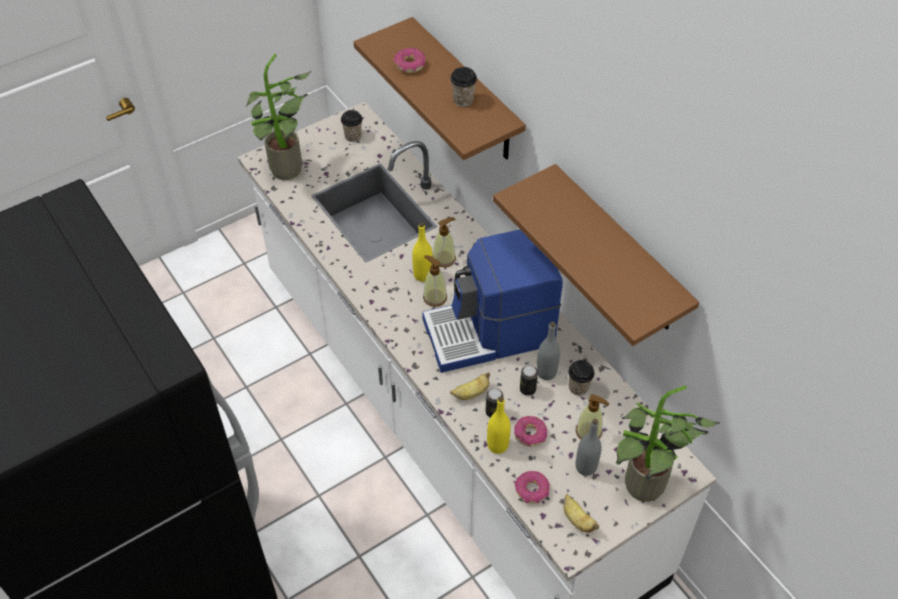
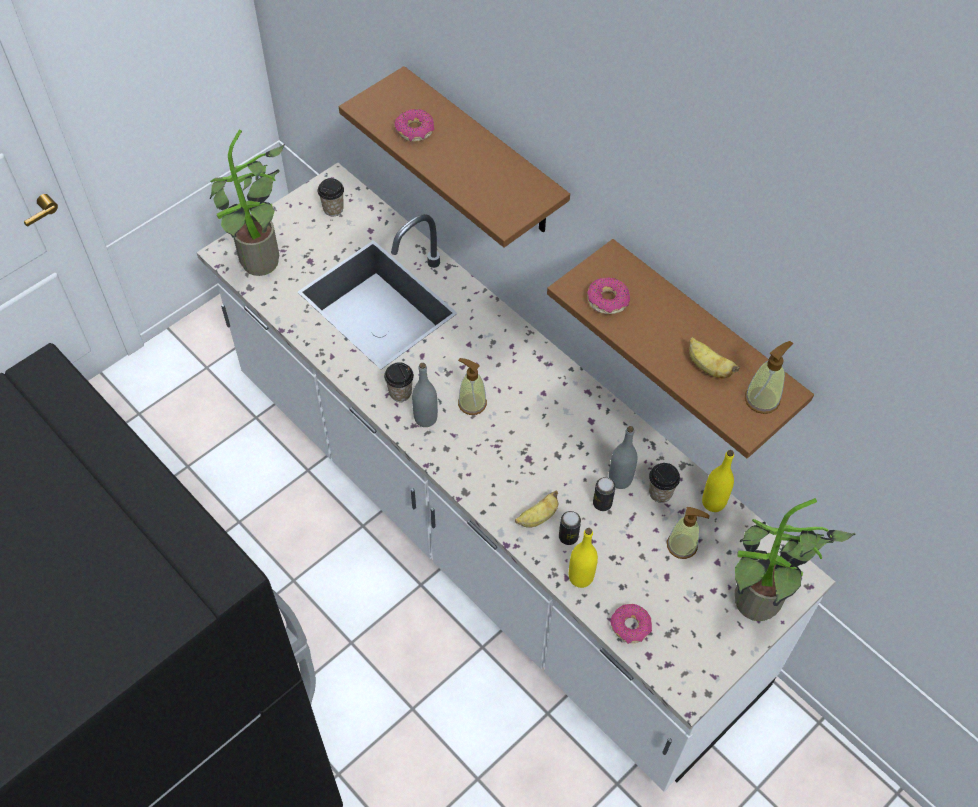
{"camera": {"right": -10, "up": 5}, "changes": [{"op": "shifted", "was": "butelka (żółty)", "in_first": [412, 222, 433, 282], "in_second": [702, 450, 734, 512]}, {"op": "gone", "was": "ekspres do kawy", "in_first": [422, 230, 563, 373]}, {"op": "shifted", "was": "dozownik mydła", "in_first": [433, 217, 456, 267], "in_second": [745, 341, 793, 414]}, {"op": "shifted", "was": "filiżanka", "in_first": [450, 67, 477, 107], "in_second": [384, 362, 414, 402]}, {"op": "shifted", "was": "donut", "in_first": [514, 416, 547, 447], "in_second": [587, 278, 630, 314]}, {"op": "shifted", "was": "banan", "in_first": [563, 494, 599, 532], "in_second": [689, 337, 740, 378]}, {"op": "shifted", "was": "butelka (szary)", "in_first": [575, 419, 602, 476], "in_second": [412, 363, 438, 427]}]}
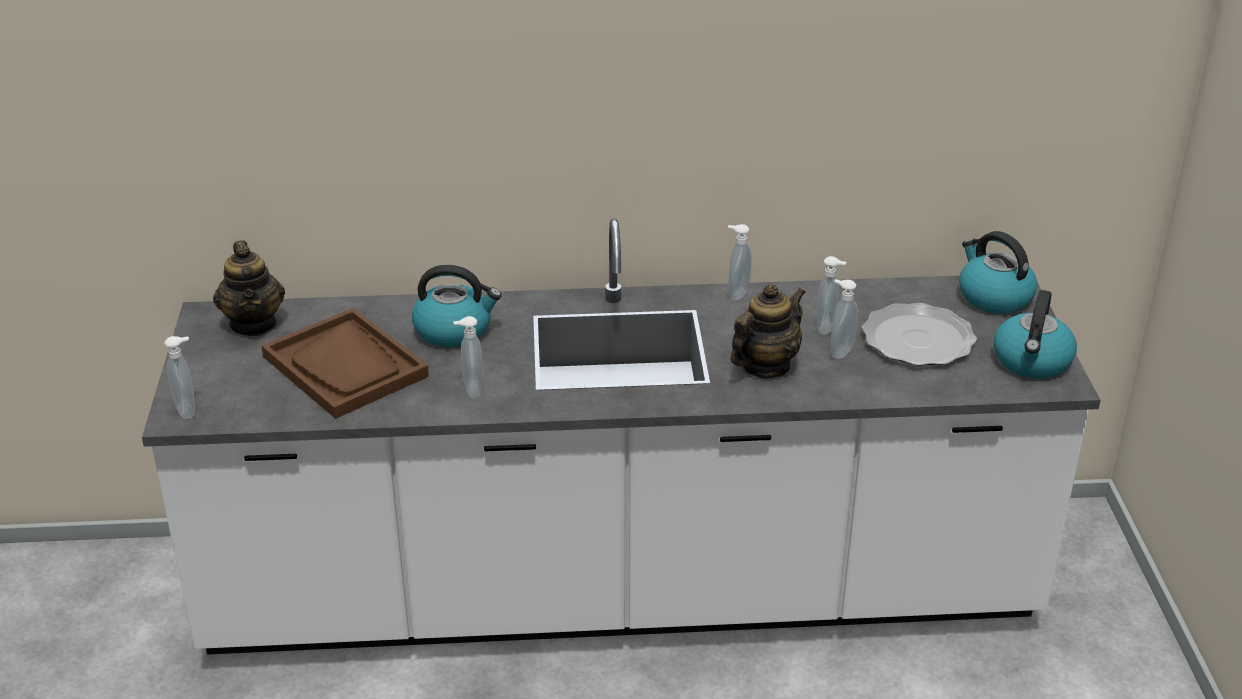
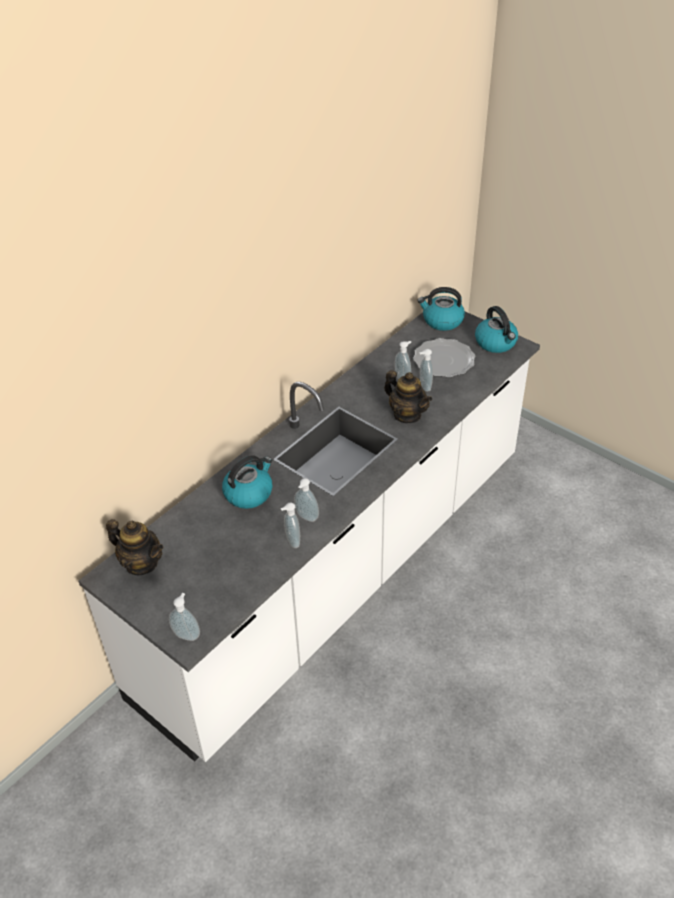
{"camera": {"right": -45, "up": 10}, "changes": [{"op": "gone", "was": "taca (brązowy)", "in_first": [262, 308, 429, 419]}, {"op": "shifted", "was": "dozownik mydła", "in_first": [728, 224, 752, 301], "in_second": [280, 502, 300, 548]}, {"op": "rotated", "was": "imbryk", "in_first": [730, 284, 806, 378], "in_second": [384, 370, 432, 423], "clockwise": 135}]}
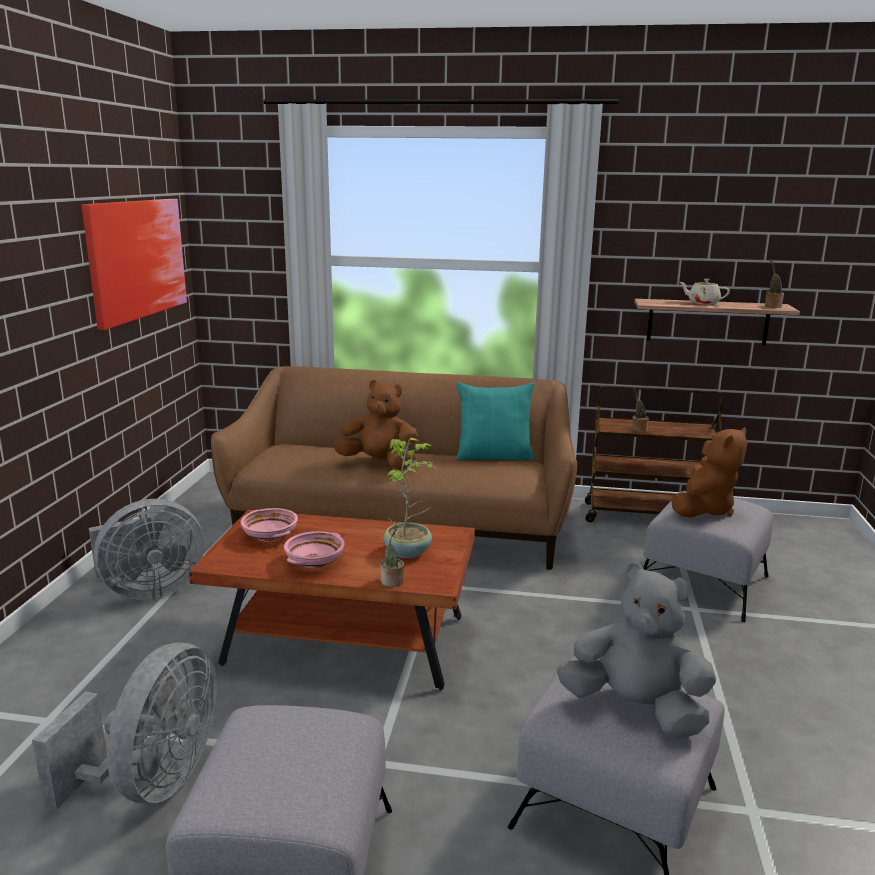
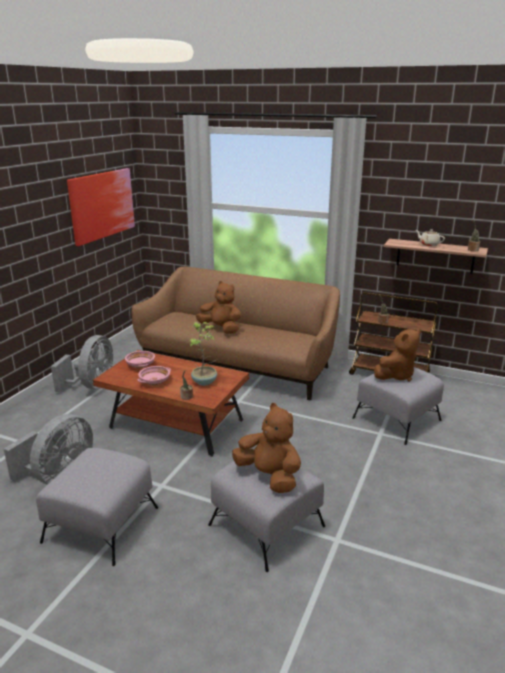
{"camera": {"right": 15, "up": 5}, "changes": [{"op": "rotated", "was": "wentylator (szary)", "in_first": [89, 499, 204, 600], "in_second": [51, 335, 113, 392], "clockwise": -60}, {"op": "gone", "was": "poduszka (turkusowy)", "in_first": [456, 382, 535, 461]}, {"op": "repainted", "was": "pluszak (szary)", "now": "pluszak (brązowy)", "in_first": [556, 563, 717, 739], "in_second": [232, 403, 301, 493]}]}
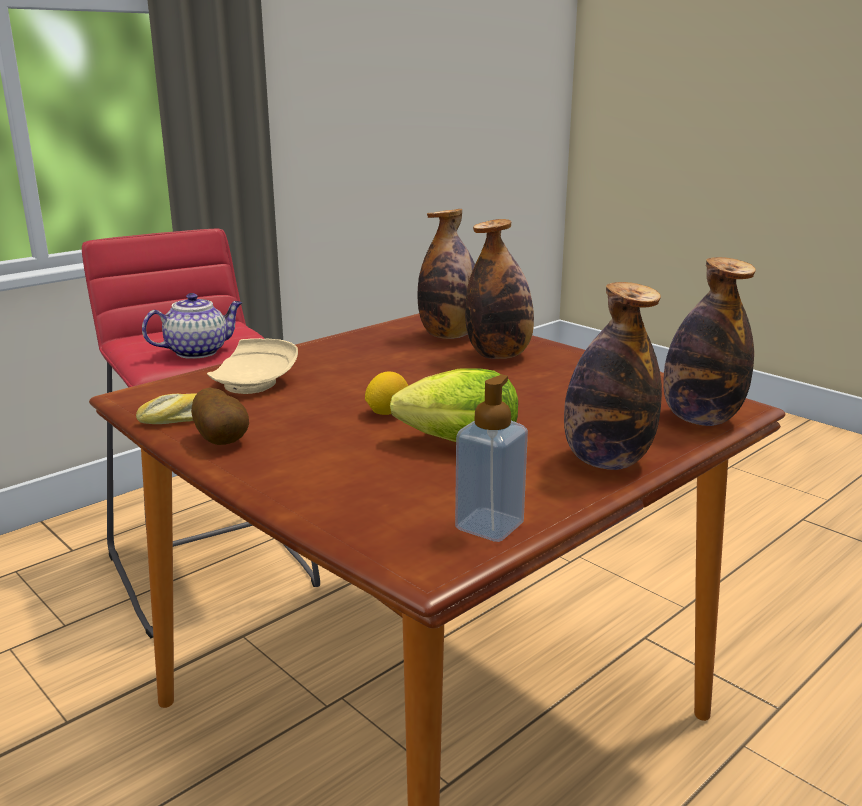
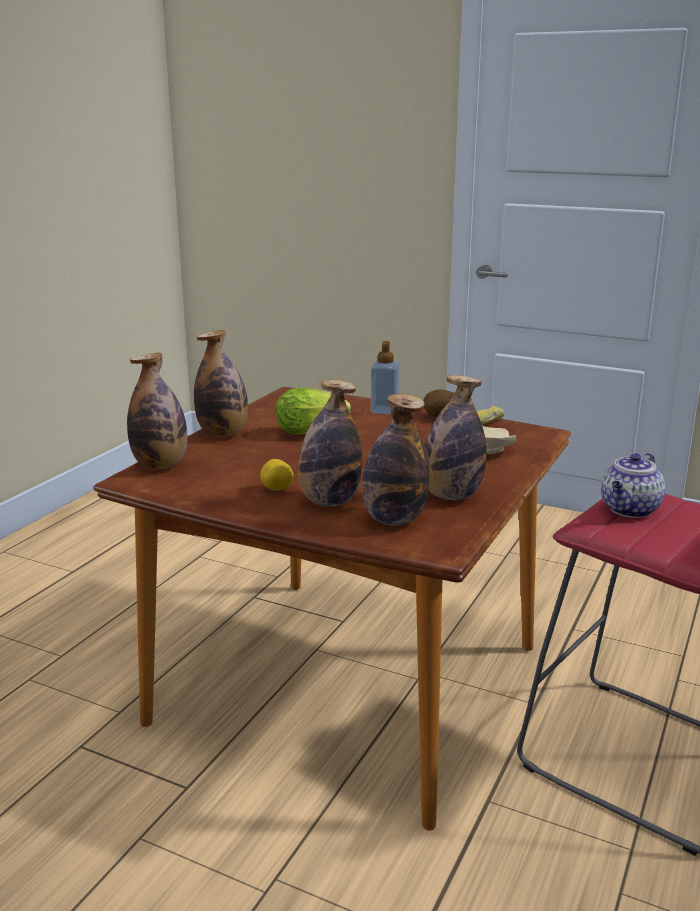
{"camera": {"right": 160, "up": 0}, "changes": [{"op": "shifted", "was": "cytryna", "in_first": [365, 372, 408, 415], "in_second": [260, 459, 294, 490]}, {"op": "shifted", "was": "dozownik mydła", "in_first": [455, 375, 528, 542], "in_second": [371, 341, 400, 415]}, {"op": "new", "now": "butelka", "in_second": [425, 375, 486, 500]}]}
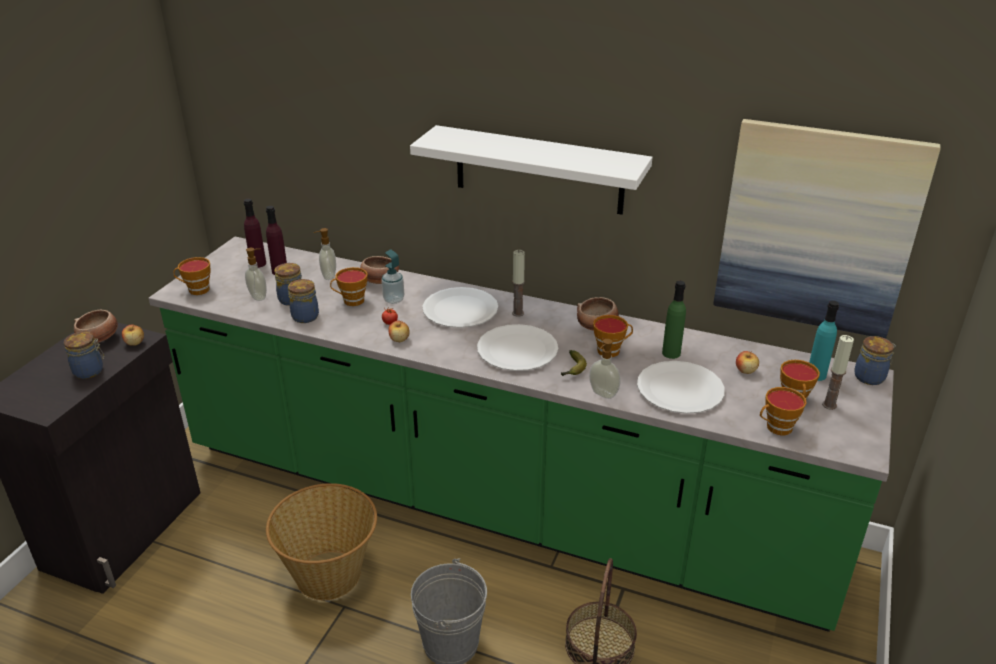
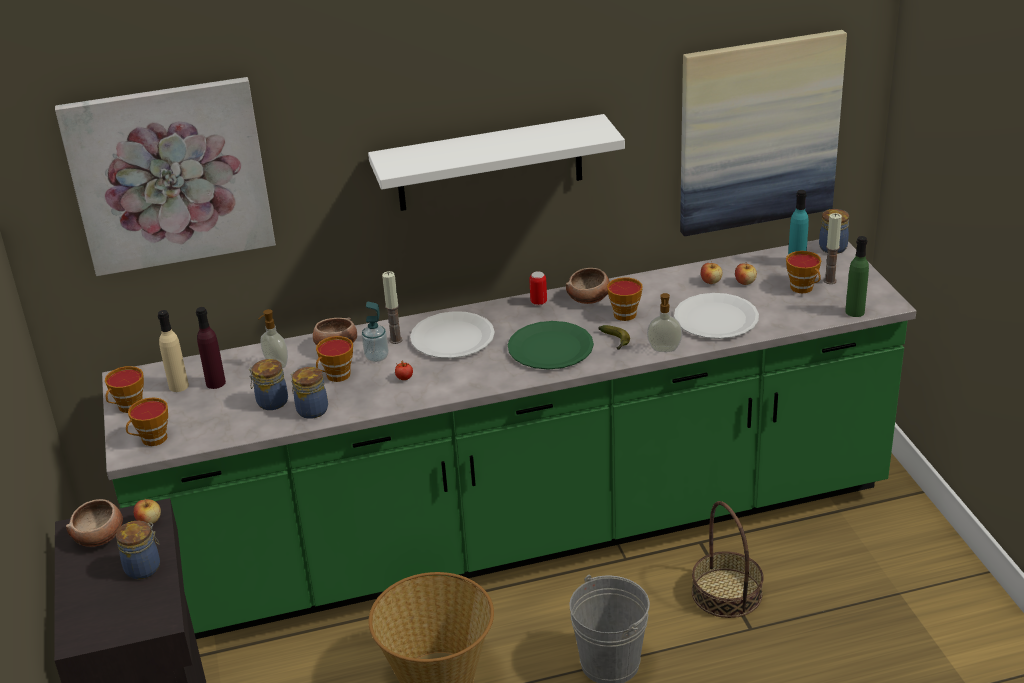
{"camera": {"right": -35, "up": 0}, "changes": [{"op": "repainted", "was": "butelka (fioletowy)", "now": "butelka (beżowy)", "in_first": [244, 199, 266, 268], "in_second": [158, 310, 189, 392]}, {"op": "gone", "was": "dozownik mydła", "in_first": [245, 248, 267, 301]}, {"op": "shifted", "was": "jabłko", "in_first": [388, 321, 410, 342], "in_second": [701, 261, 722, 284]}, {"op": "repainted", "was": "talerz (biały)", "now": "talerz (zielony)", "in_first": [477, 324, 558, 371], "in_second": [508, 321, 594, 370]}, {"op": "shifted", "was": "świeca", "in_first": [512, 250, 525, 317], "in_second": [382, 271, 403, 344]}, {"op": "shifted", "was": "butelka (zielony)", "in_first": [662, 281, 686, 359], "in_second": [845, 236, 869, 317]}, {"op": "shifted", "was": "filiżanka", "in_first": [760, 387, 807, 435], "in_second": [105, 366, 144, 413]}, {"op": "new", "now": "obraz", "in_second": [55, 77, 276, 276]}, {"op": "new", "now": "puszka", "in_second": [529, 271, 547, 306]}]}
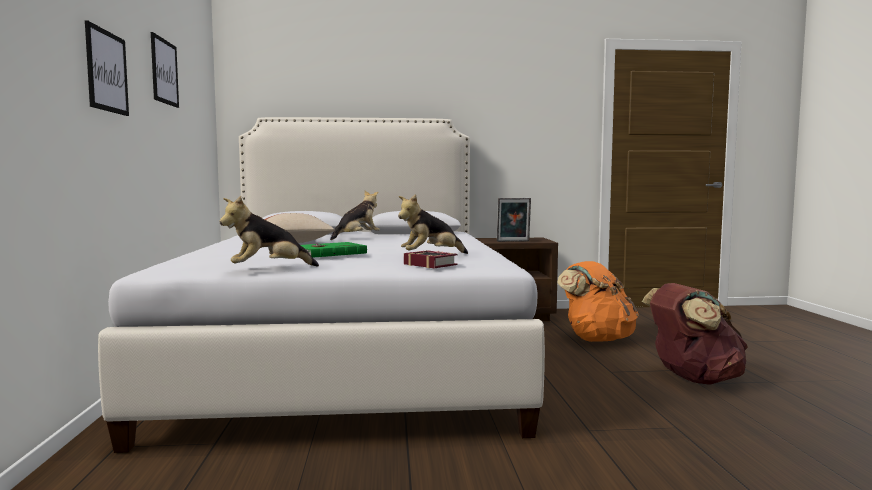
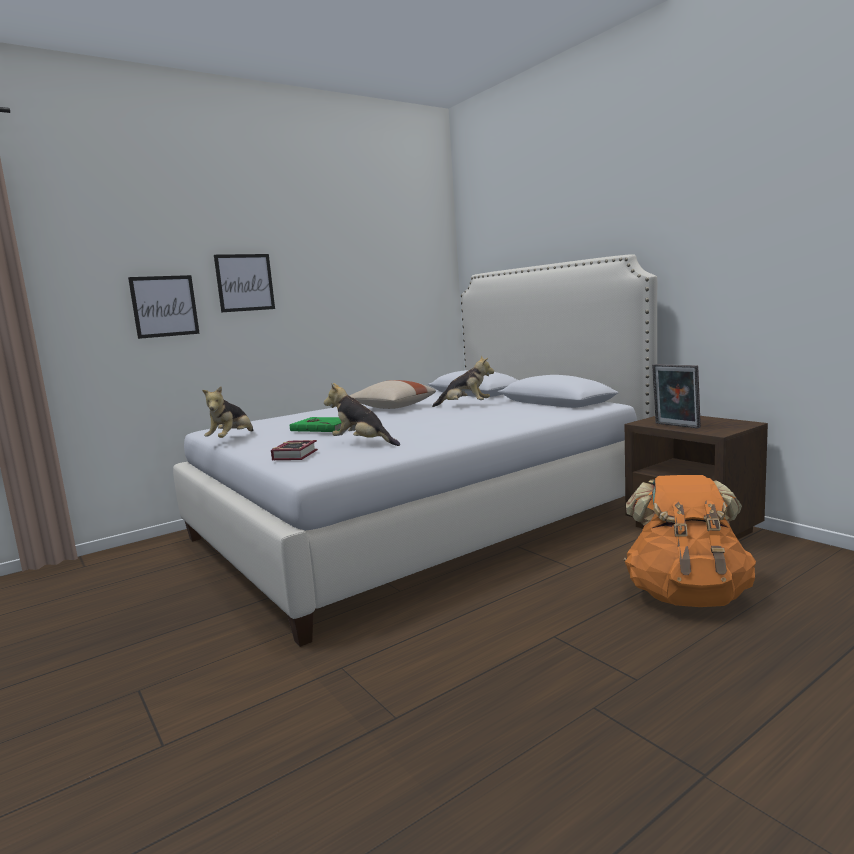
{"camera": {"right": 60, "up": 5}, "changes": [{"op": "shifted", "was": "obraz", "in_first": [151, 32, 179, 108], "in_second": [128, 275, 200, 339]}, {"op": "rotated", "was": "pluszak", "in_first": [219, 196, 319, 267], "in_second": [202, 386, 253, 438], "clockwise": -105}, {"op": "gone", "was": "plecak (brązowy)", "in_first": [642, 283, 748, 385]}]}
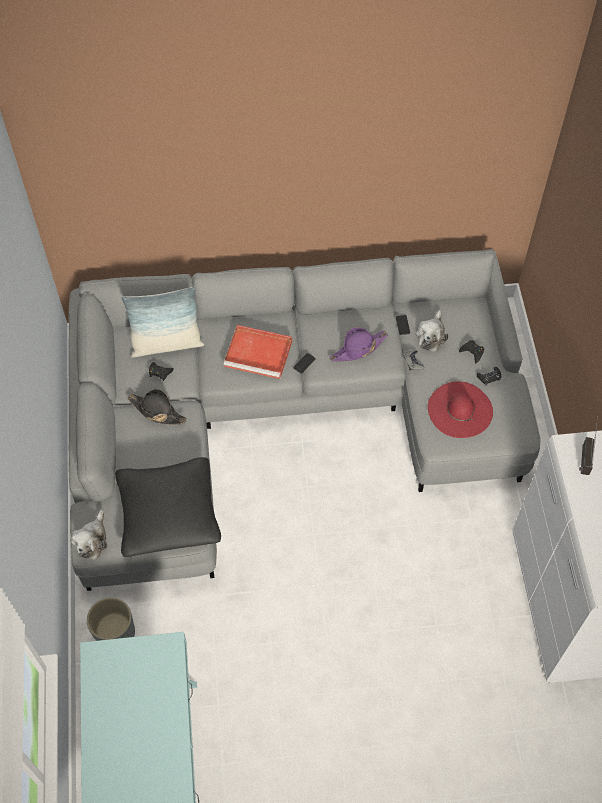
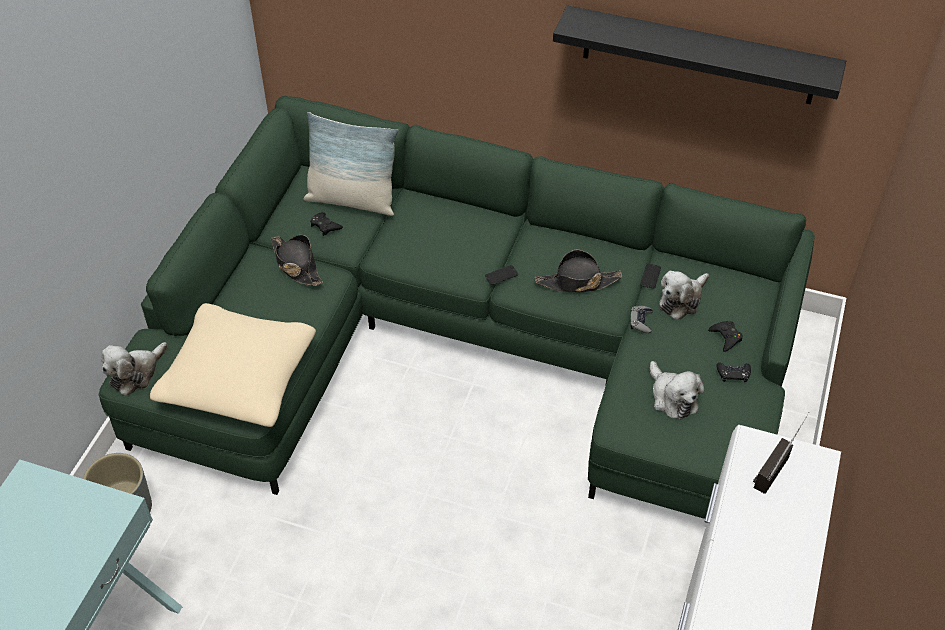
{"camera": {"right": 25, "up": -10}, "changes": [{"op": "repainted", "was": "kanapa (szary)", "now": "kanapa (zielony)", "in_first": [68, 249, 540, 591], "in_second": [99, 96, 815, 519]}, {"op": "repainted", "was": "poduszka (czarny)", "now": "poduszka (beżowy)", "in_first": [116, 457, 221, 557], "in_second": [150, 303, 316, 427]}, {"op": "gone", "was": "taca (czerwony)", "in_first": [224, 325, 292, 379]}, {"op": "repainted", "was": "kapelusz (fioletowy)", "now": "kapelusz (czarny)", "in_first": [329, 327, 388, 362], "in_second": [535, 250, 622, 292]}, {"op": "swapped", "was": "kapelusz (czerwony)", "now": "pluszak", "in_first": [428, 381, 493, 438], "in_second": [650, 361, 704, 420]}, {"op": "new", "now": "półka (czarny)", "in_second": [553, 5, 846, 104]}]}
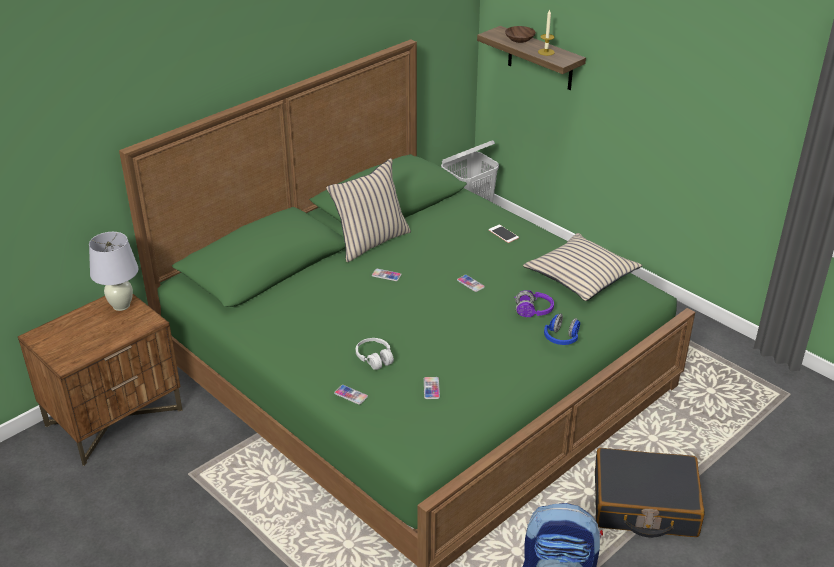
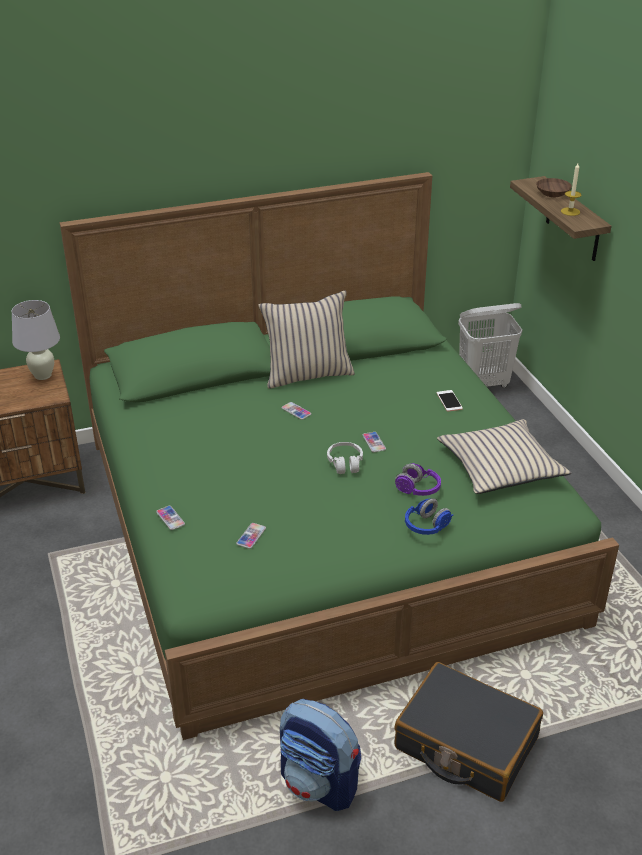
{"camera": {"right": 25, "up": 0}, "changes": [{"op": "shifted", "was": "słuchawki (biały)", "in_first": [356, 338, 394, 370], "in_second": [327, 442, 363, 474]}]}
